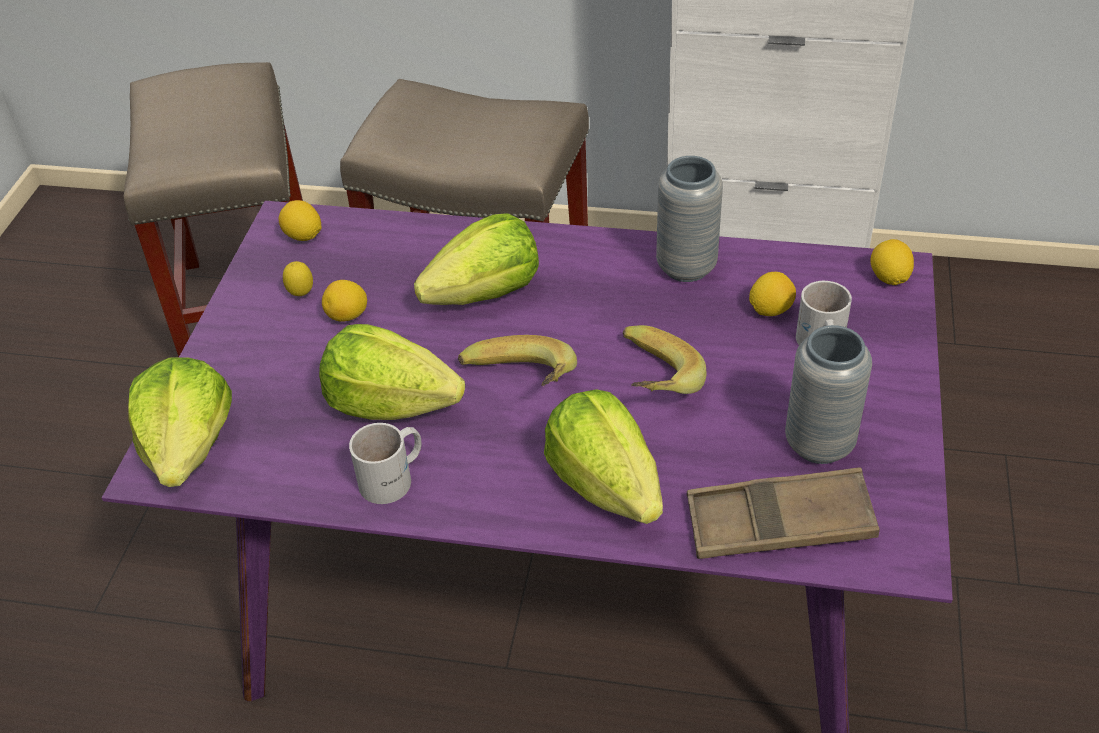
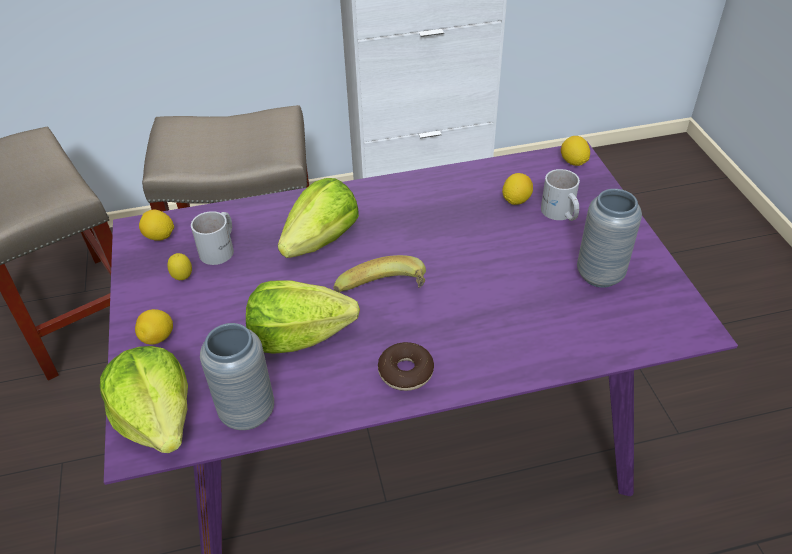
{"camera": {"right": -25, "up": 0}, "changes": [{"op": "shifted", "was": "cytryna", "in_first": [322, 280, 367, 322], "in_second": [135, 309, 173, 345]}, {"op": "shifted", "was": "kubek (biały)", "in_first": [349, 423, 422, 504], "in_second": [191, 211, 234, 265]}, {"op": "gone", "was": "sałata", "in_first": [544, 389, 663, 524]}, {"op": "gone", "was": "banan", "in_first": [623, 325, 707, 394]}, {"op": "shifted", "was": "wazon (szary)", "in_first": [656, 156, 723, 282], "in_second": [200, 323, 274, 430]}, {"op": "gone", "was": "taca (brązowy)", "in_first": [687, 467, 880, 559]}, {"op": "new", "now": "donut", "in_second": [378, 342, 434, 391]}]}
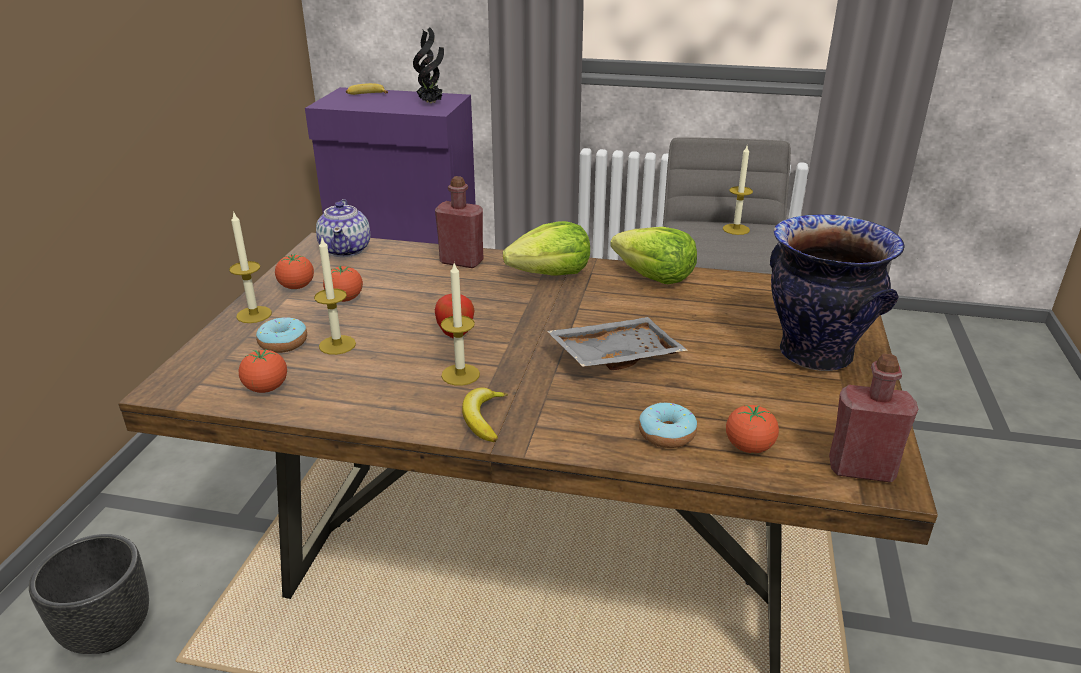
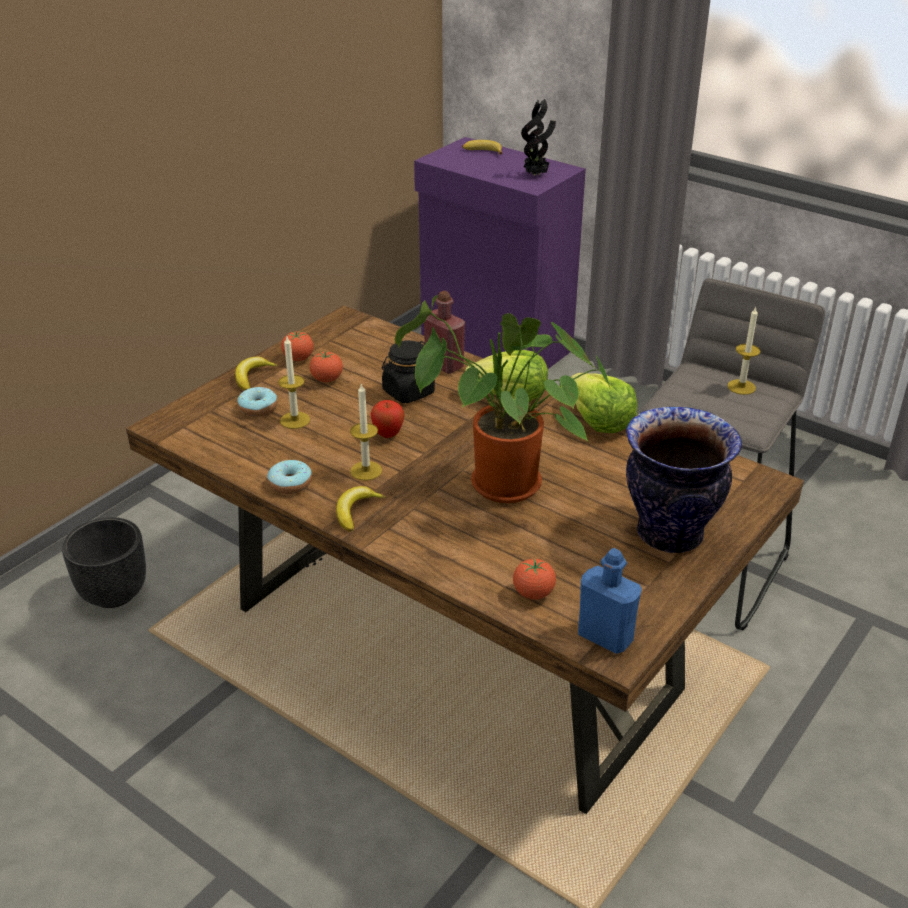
{"camera": {"right": 25, "up": 5}, "changes": [{"op": "swapped", "was": "świeca", "now": "banan", "in_first": [229, 211, 272, 323], "in_second": [235, 357, 278, 390]}, {"op": "gone", "was": "pomidor", "in_first": [238, 349, 287, 393]}, {"op": "gone", "was": "imbryk", "in_first": [316, 199, 370, 257]}, {"op": "swapped", "was": "taca (szary)", "now": "roślina doniczkowa", "in_first": [547, 317, 688, 370], "in_second": [395, 295, 610, 503]}, {"op": "shifted", "was": "donut", "in_first": [639, 402, 697, 448], "in_second": [267, 460, 312, 494]}, {"op": "repainted", "was": "butelka (czerwony)", "now": "butelka (niebieski)", "in_first": [829, 354, 918, 482], "in_second": [578, 548, 642, 654]}, {"op": "new", "now": "słoik (czarny)", "in_second": [382, 340, 435, 403]}]}
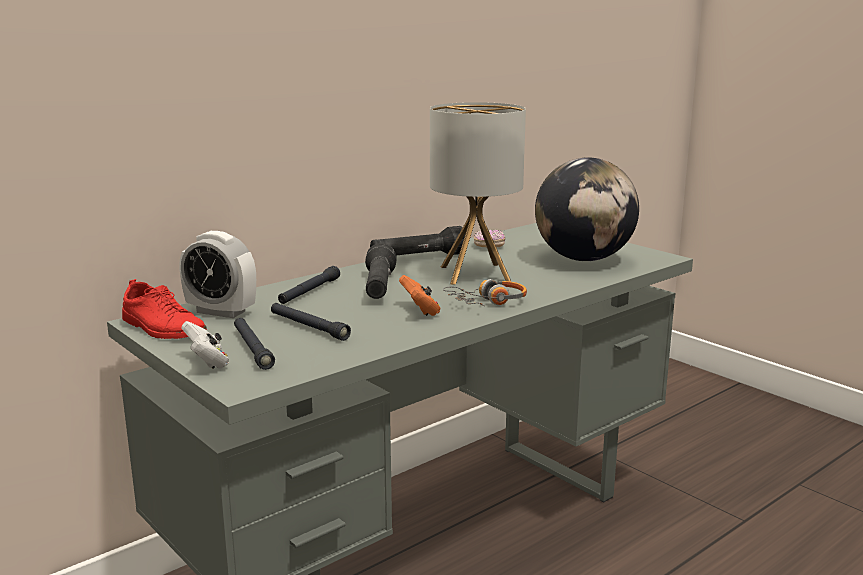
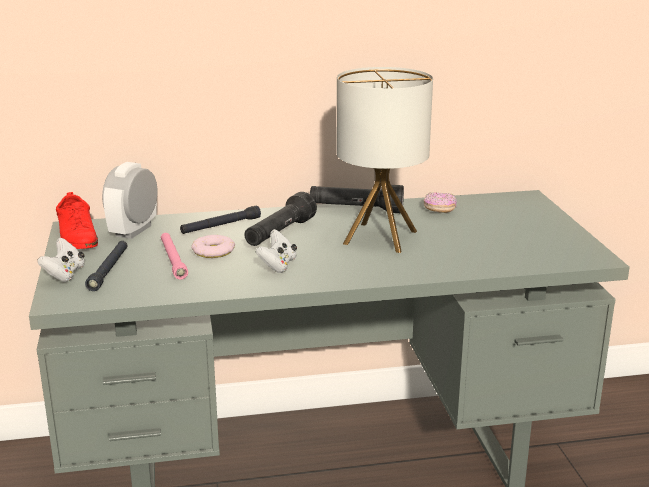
{"camera": {"right": 30, "up": 5}, "changes": [{"op": "rotated", "was": "budzik", "in_first": [179, 231, 256, 318], "in_second": [102, 162, 157, 239], "clockwise": 60}, {"op": "repainted", "was": "latarka (czarny)", "now": "latarka (różowy)", "in_first": [271, 303, 351, 341], "in_second": [161, 233, 188, 280]}, {"op": "repainted", "was": "pad do gier (pomarańczowy)", "now": "pad do gier (biały)", "in_first": [399, 275, 440, 316], "in_second": [256, 229, 297, 273]}, {"op": "gone", "was": "słuchawki", "in_first": [443, 279, 527, 306]}, {"op": "gone", "was": "globus", "in_first": [535, 157, 639, 261]}, {"op": "new", "now": "donut", "in_second": [191, 235, 235, 258]}]}
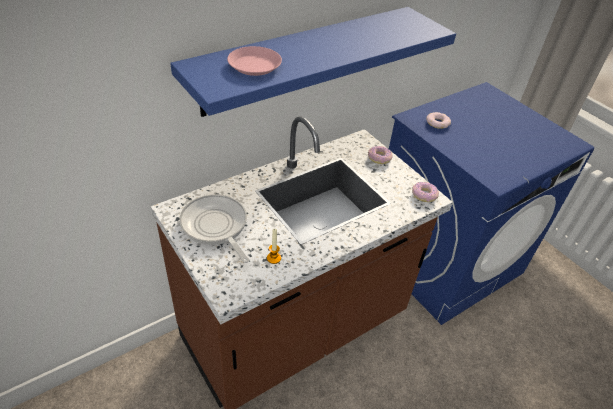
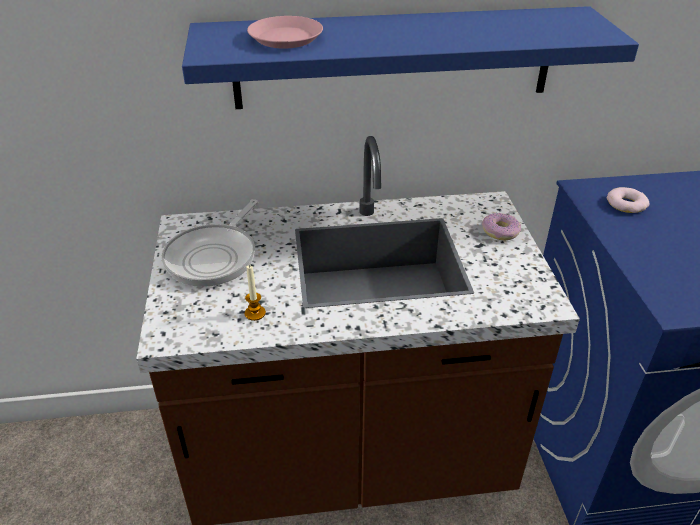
{"camera": {"right": 30, "up": -5}, "changes": [{"op": "rotated", "was": "patelnia", "in_first": [179, 194, 249, 263], "in_second": [162, 199, 258, 287], "clockwise": -150}, {"op": "gone", "was": "donut", "in_first": [412, 182, 439, 202]}]}
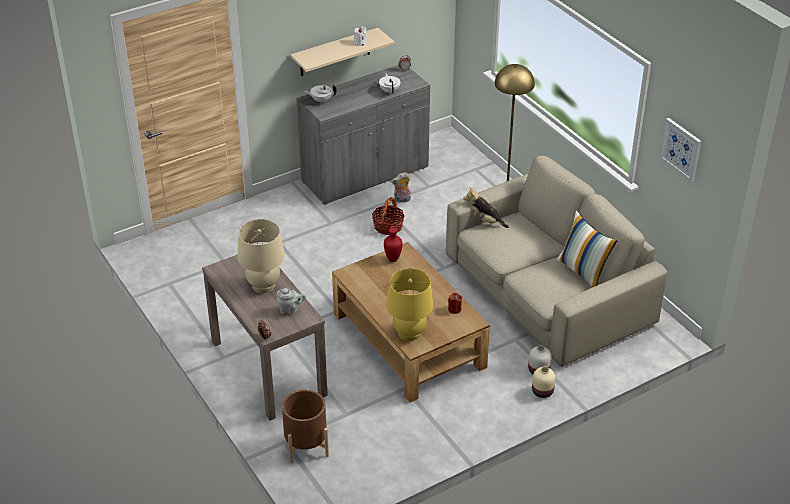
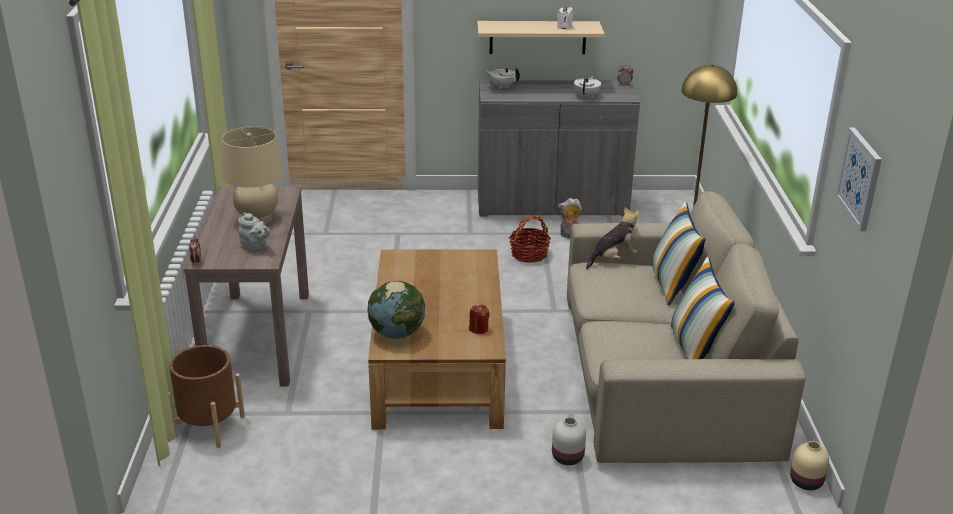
{"camera": {"right": 30, "up": -10}, "changes": [{"op": "gone", "was": "wazon (czerwony)", "in_first": [384, 228, 403, 262]}, {"op": "swapped", "was": "lampa stołowa (żółty)", "now": "globus", "in_first": [386, 268, 433, 341], "in_second": [367, 281, 425, 339]}, {"op": "rotated", "was": "pluszak", "in_first": [463, 187, 509, 228], "in_second": [586, 207, 640, 269], "clockwise": 90}, {"op": "shifted", "was": "wazon (beżowy)", "in_first": [532, 367, 556, 398], "in_second": [790, 441, 829, 490]}, {"op": "new", "now": "poduszka", "in_second": [652, 201, 706, 306]}]}
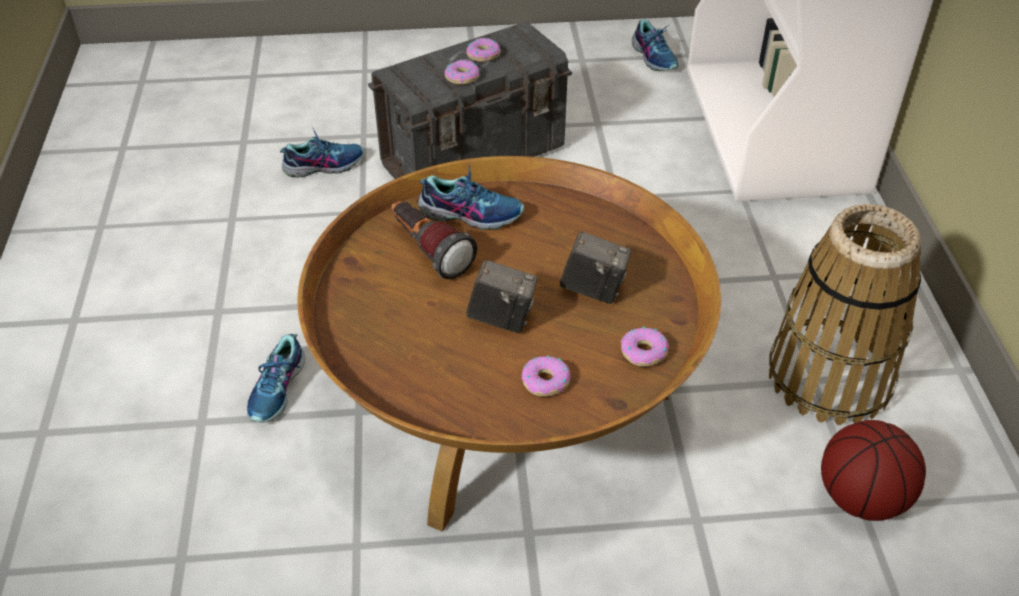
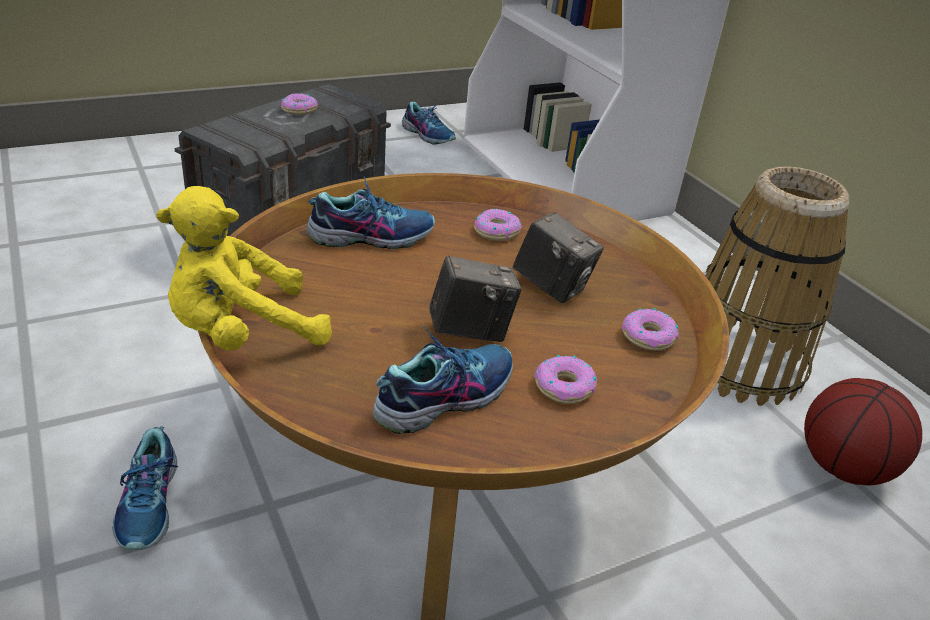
{"camera": {"right": -25, "up": -10}, "changes": [{"op": "shifted", "was": "but", "in_first": [280, 128, 364, 178], "in_second": [373, 325, 513, 434]}, {"op": "gone", "was": "latarka", "in_first": [391, 201, 477, 279]}, {"op": "shifted", "was": "donut", "in_first": [445, 60, 480, 85], "in_second": [474, 209, 522, 241]}, {"op": "rotated", "was": "aparat fotograficzny", "in_first": [560, 231, 631, 304], "in_second": [513, 212, 604, 303], "clockwise": 45}, {"op": "new", "now": "pluszak (żółty)", "in_second": [156, 186, 332, 351]}]}
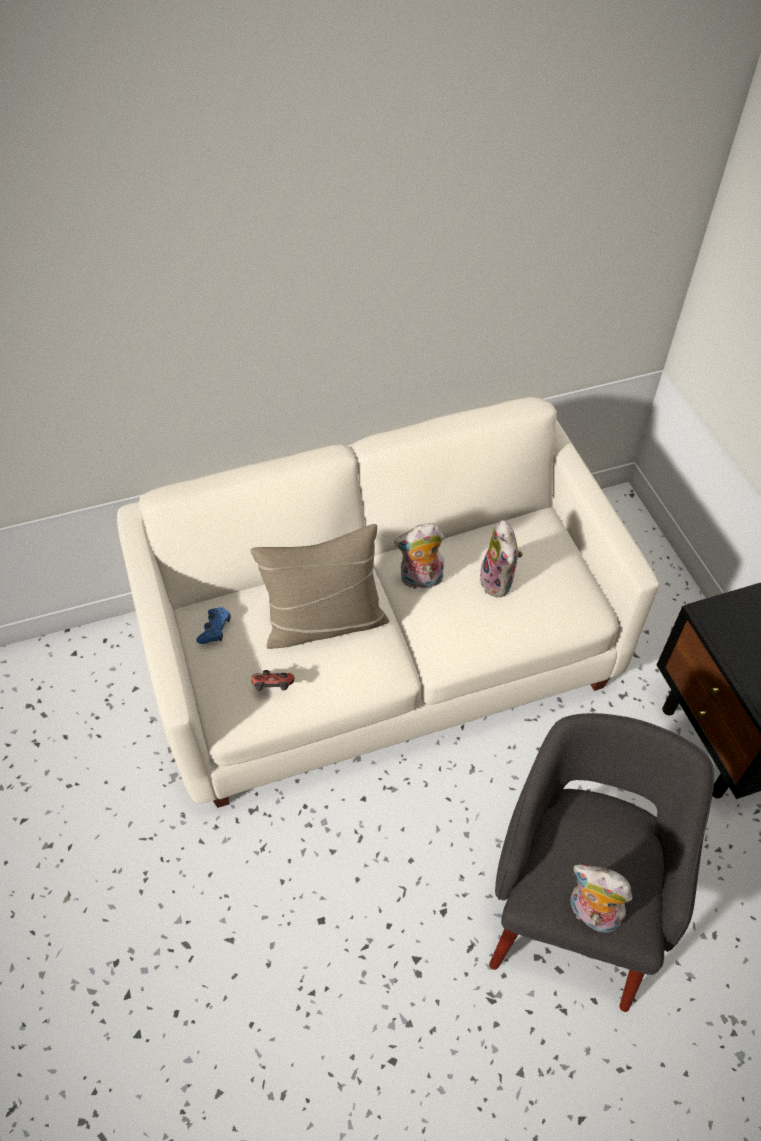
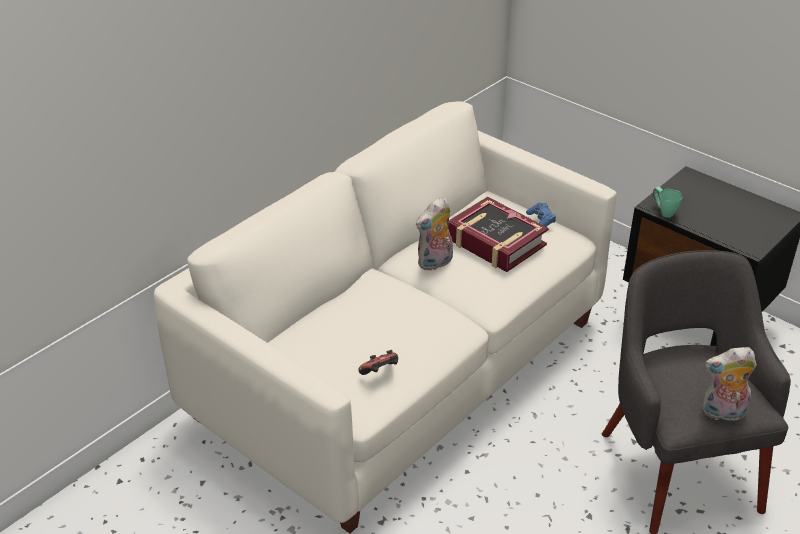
{"camera": {"right": -30, "up": -15}, "changes": [{"op": "shifted", "was": "pad do gier (niebieski)", "in_first": [196, 607, 231, 644], "in_second": [526, 203, 556, 227]}, {"op": "gone", "was": "poduszka (beżowy)", "in_first": [250, 524, 389, 649]}, {"op": "swapped", "was": "pluszak", "now": "książka", "in_first": [480, 520, 523, 597], "in_second": [448, 197, 548, 272]}, {"op": "new", "now": "kubek (zielony)", "in_second": [653, 186, 683, 217]}]}
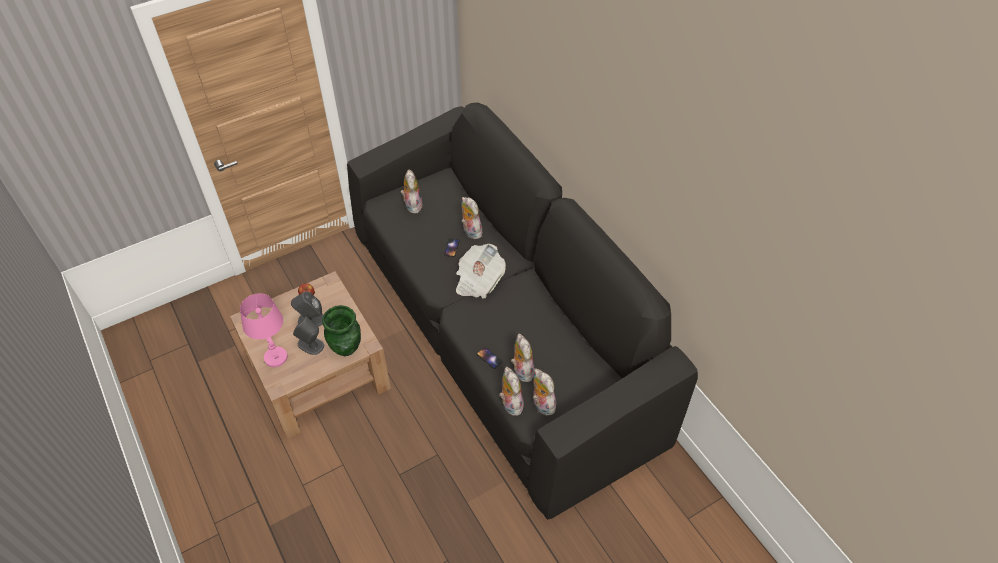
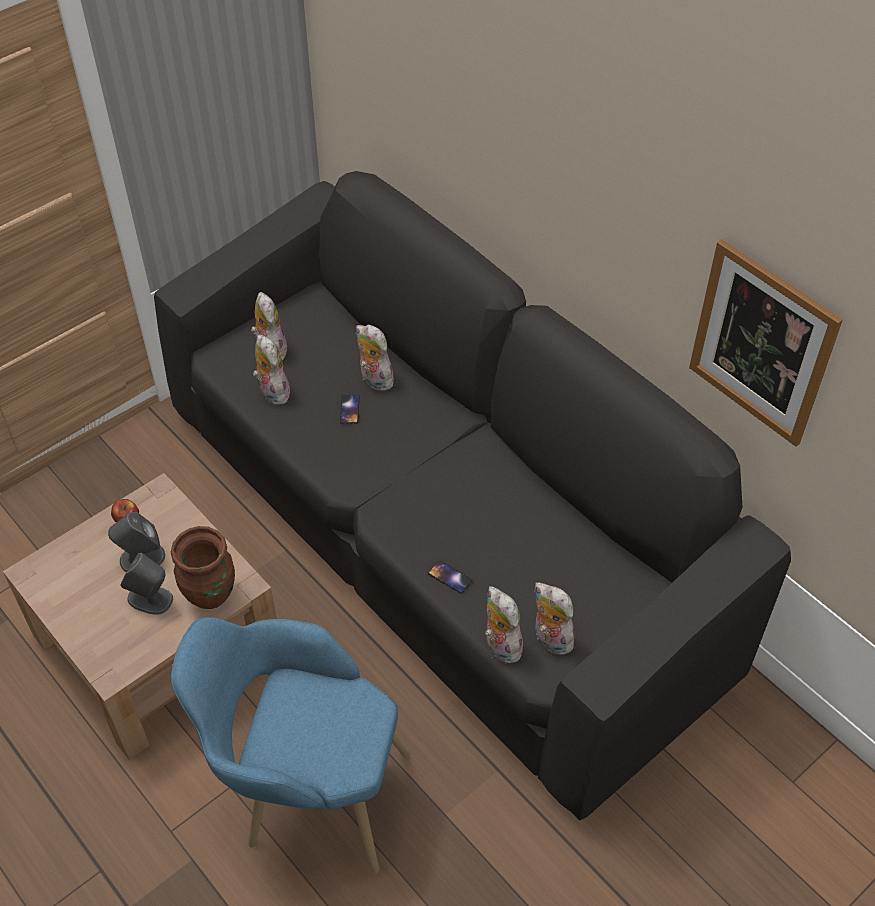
{"camera": {"right": -10, "up": 0}, "changes": [{"op": "gone", "was": "lampa stołowa (różowy)", "in_first": [240, 293, 288, 367]}, {"op": "repainted", "was": "wazon (zielony)", "now": "wazon (brązowy)", "in_first": [322, 305, 361, 356], "in_second": [171, 526, 235, 609]}, {"op": "gone", "was": "gazeta", "in_first": [456, 244, 506, 298]}, {"op": "shifted", "was": "pluszak", "in_first": [511, 334, 535, 382], "in_second": [253, 334, 290, 405]}, {"op": "new", "now": "fotel (niebieski)", "in_second": [171, 617, 408, 874]}, {"op": "new", "now": "obraz", "in_second": [689, 239, 843, 447]}]}
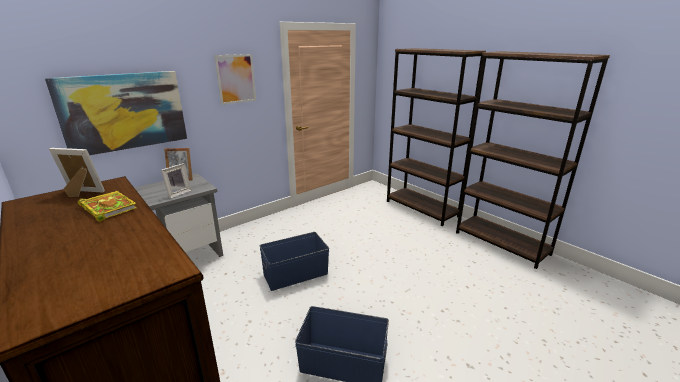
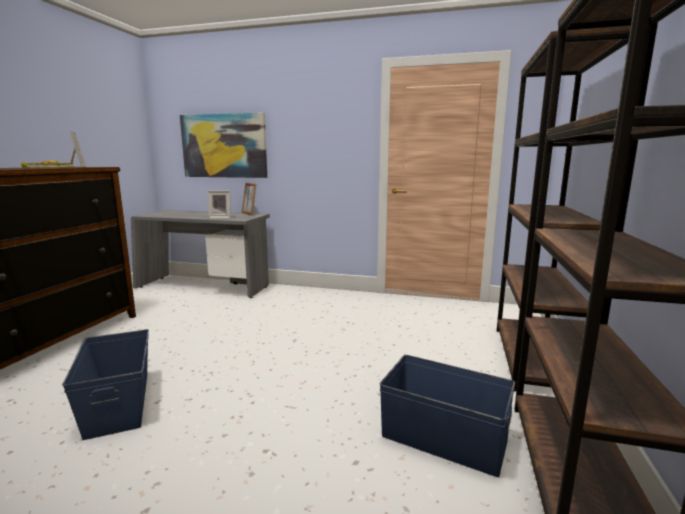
{"camera": {"right": 55, "up": -10}, "changes": [{"op": "gone", "was": "obraz", "in_first": [214, 54, 256, 105]}, {"op": "shifted", "was": "pojemnik do przechowywania (niebieski)", "in_first": [260, 232, 329, 291], "in_second": [380, 355, 515, 477]}]}
